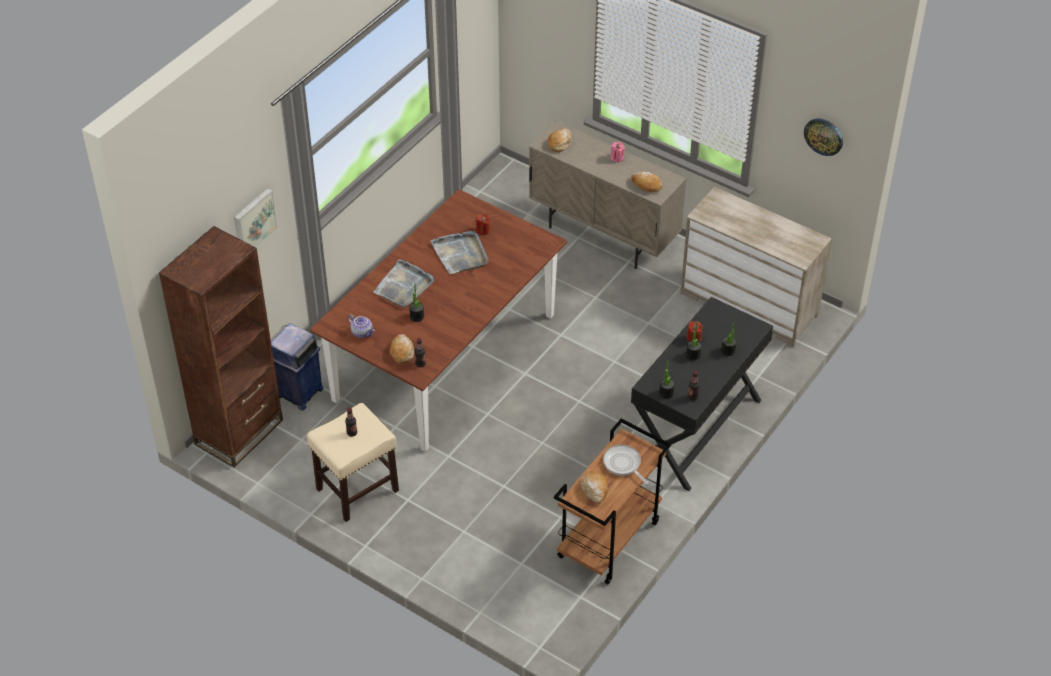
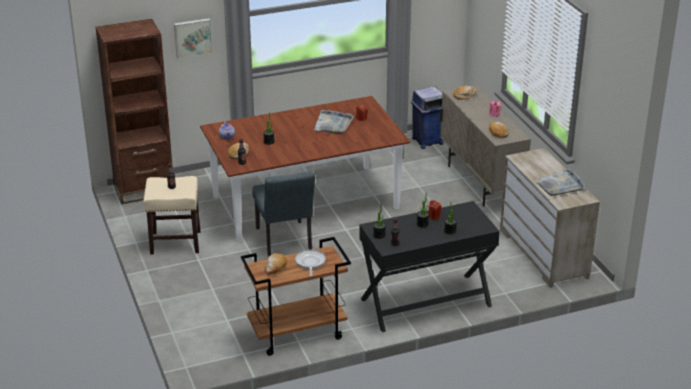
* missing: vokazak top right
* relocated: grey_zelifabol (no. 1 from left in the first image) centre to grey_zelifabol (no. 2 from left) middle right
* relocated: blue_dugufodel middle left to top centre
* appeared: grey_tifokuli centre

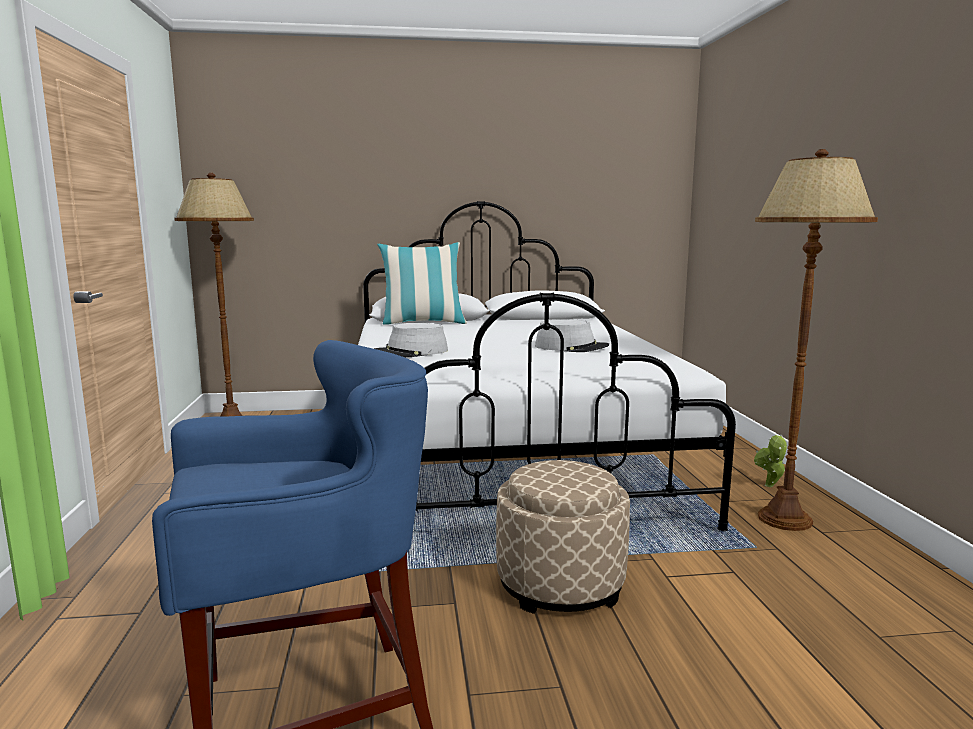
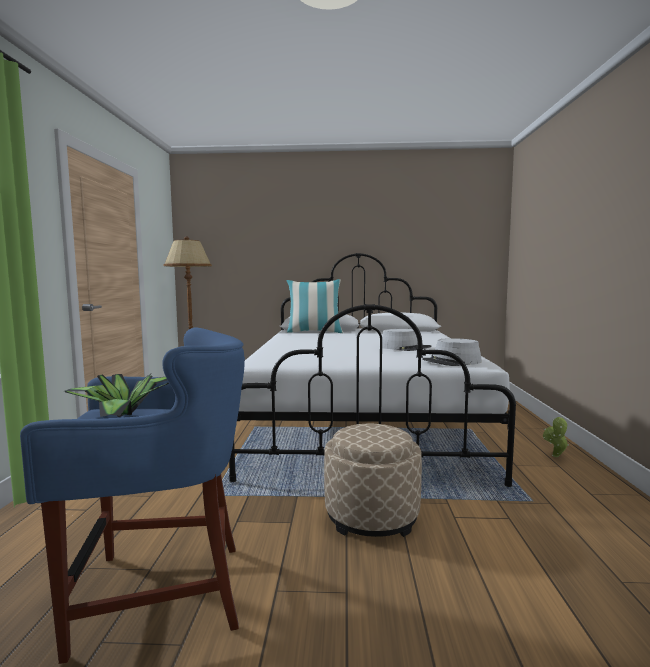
* missing: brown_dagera (no. 2 from left) middle right
* relocated: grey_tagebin (no. 1 from left in the first image) centre to grey_tagebin (no. 2 from left) middle right
* appeared: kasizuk (no. 1 from left) middle left

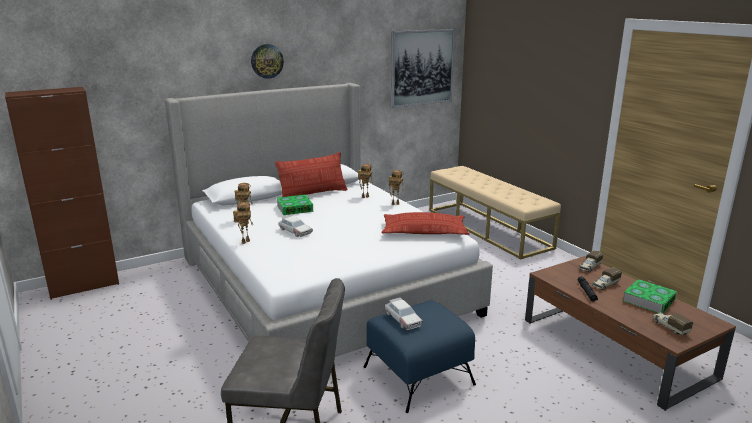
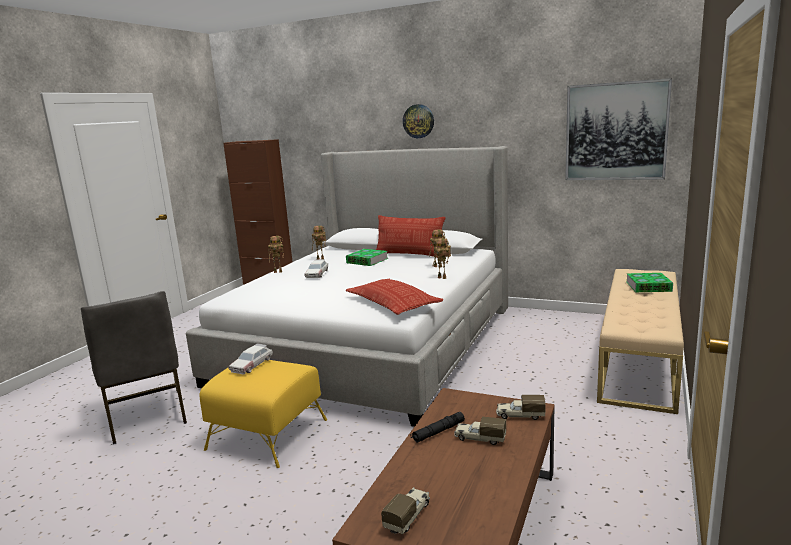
* relocated: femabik (no. 2 from left) bottom right to middle right
* colour: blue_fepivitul bottom centre to yellow_fepivitul bottom left

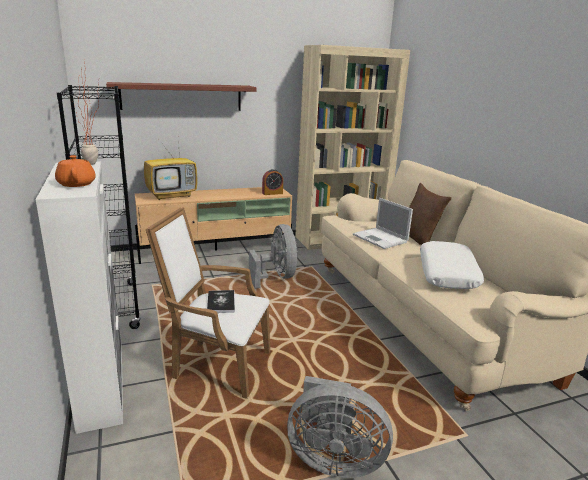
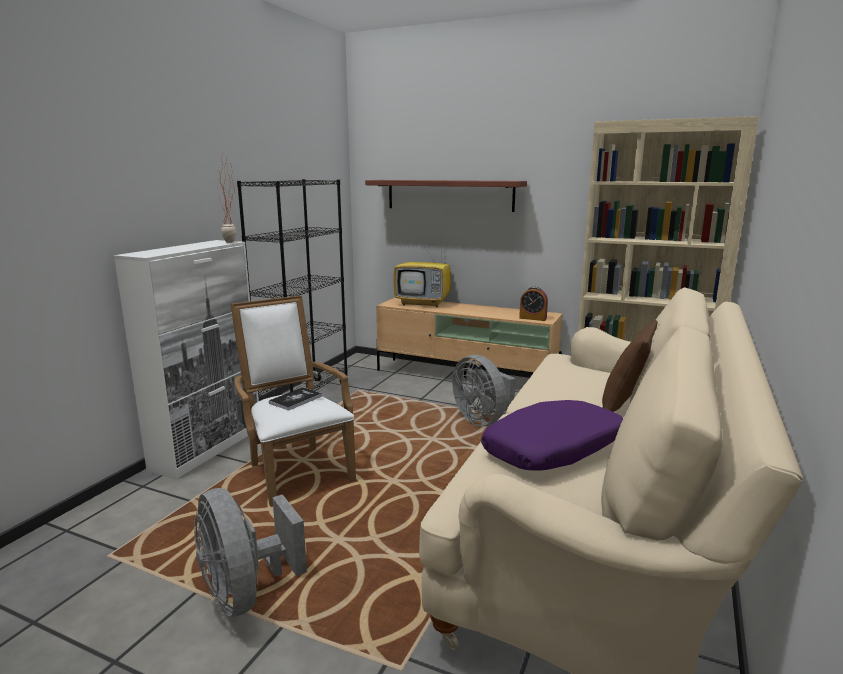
* missing: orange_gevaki middle left
* missing: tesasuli centre
* spun: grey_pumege (no. 1 from left in the first image) centre = centre 120 degrees clockwise
* colour: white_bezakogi middle right to purple_bezakogi centre

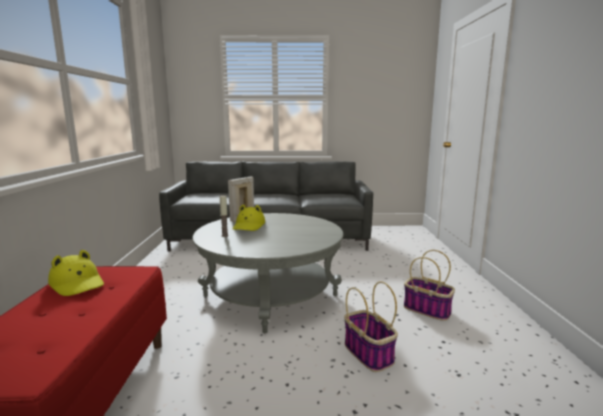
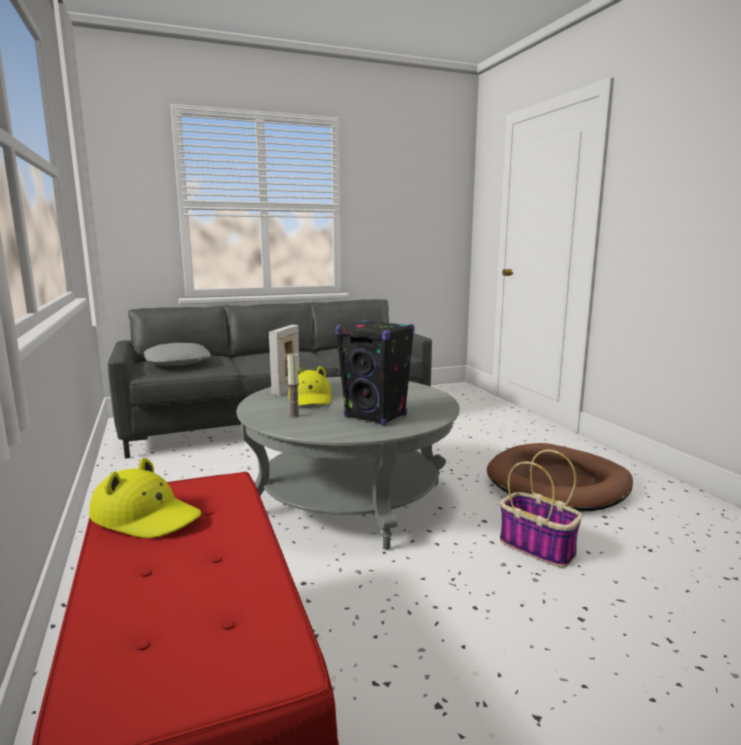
* exchanged: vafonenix (no. 2 from left) bottom right to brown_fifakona middle right
* appeared: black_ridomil centre
* appeared: grey_bezakogi middle left

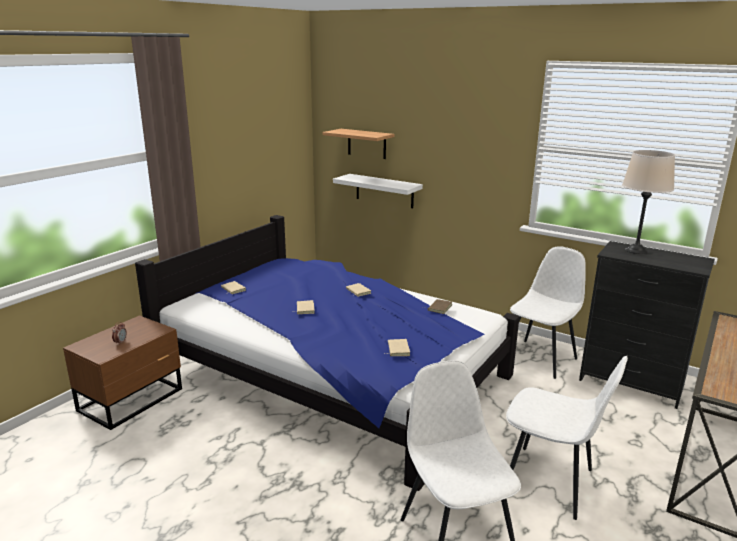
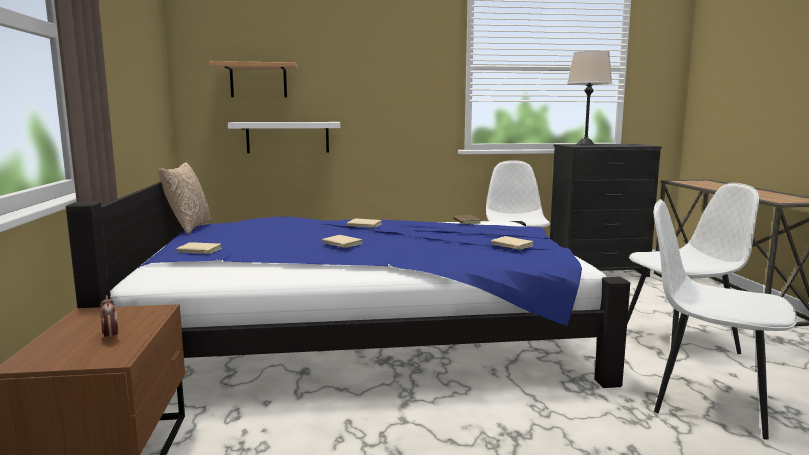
* appeared: bezakogi middle left

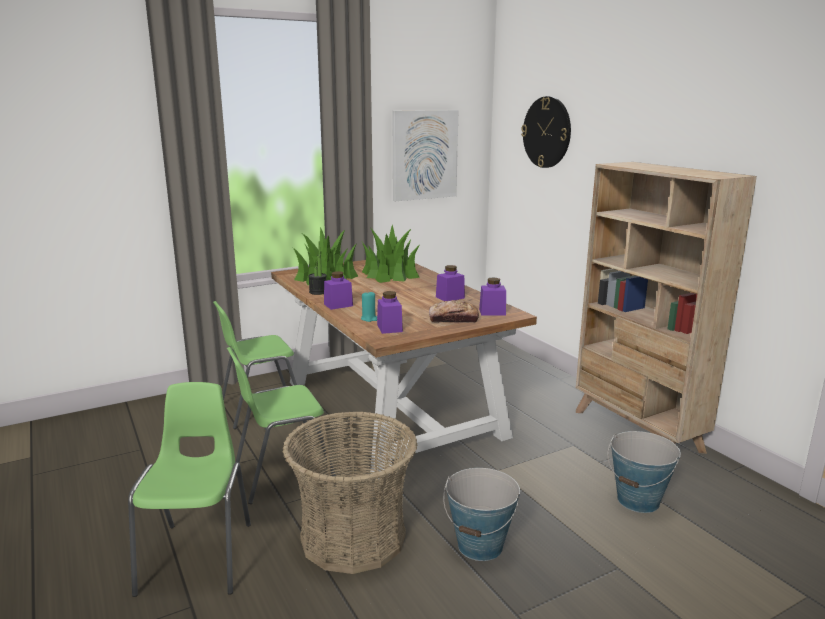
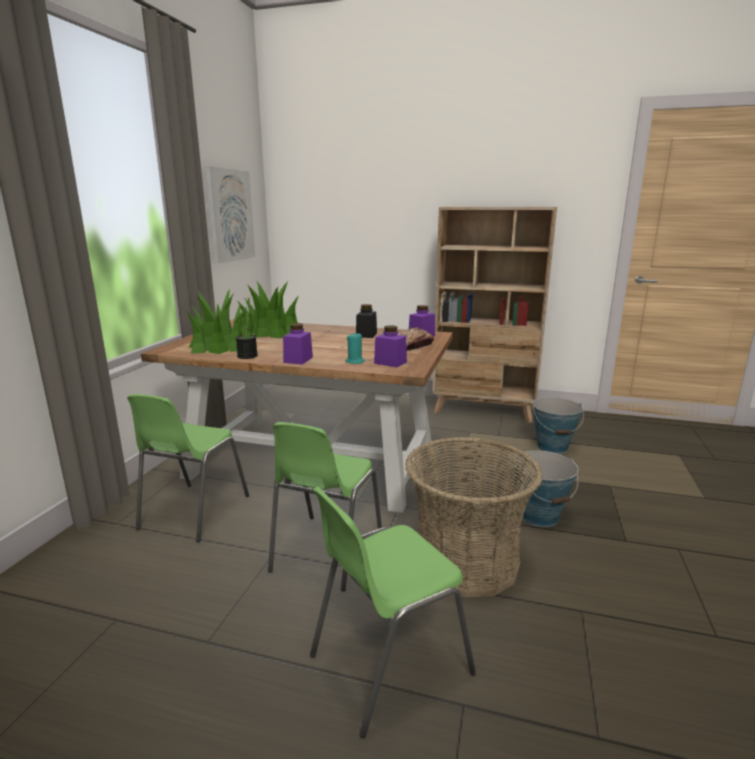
* missing: vokazak top centre
* colour: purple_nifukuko (no. 3 from left) centre to black_nifukuko centre
* spun: green_tifokuli (no. 1 from left in the first image) bottom left = bottom centre 75 degrees counterclockwise

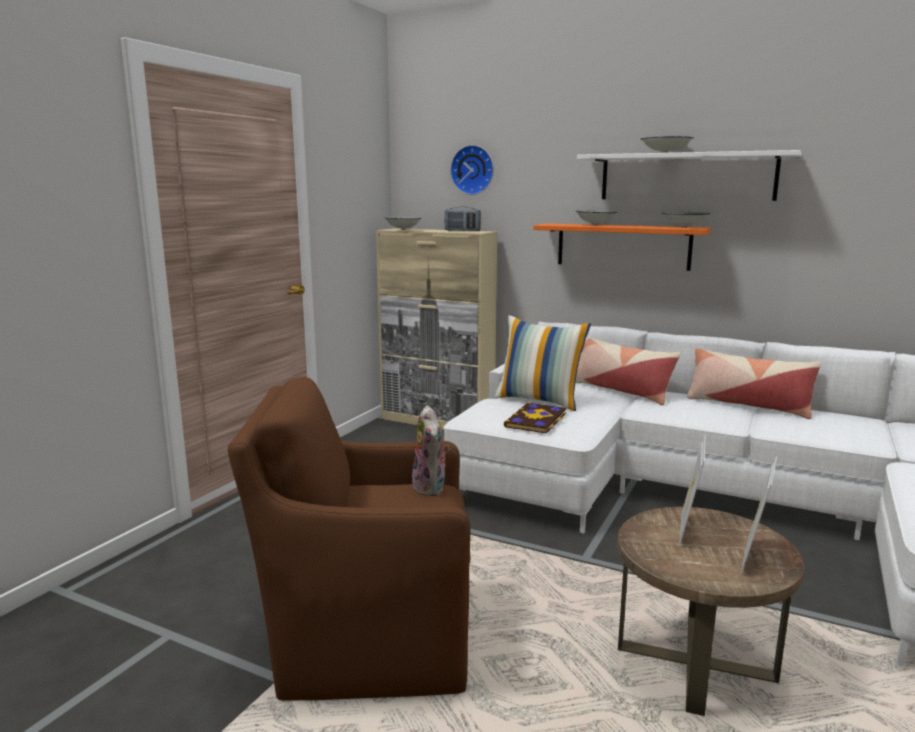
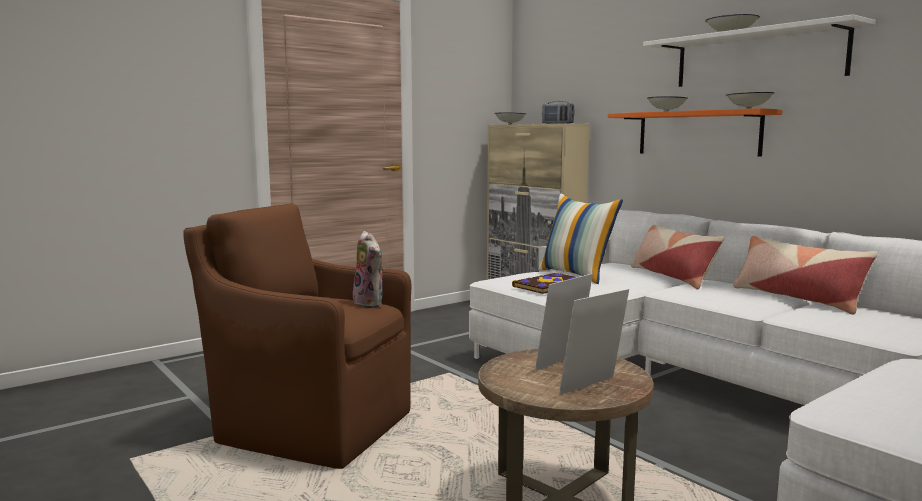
* missing: vokazak top centre
* spun: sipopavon centre = centre 45 degrees counterclockwise

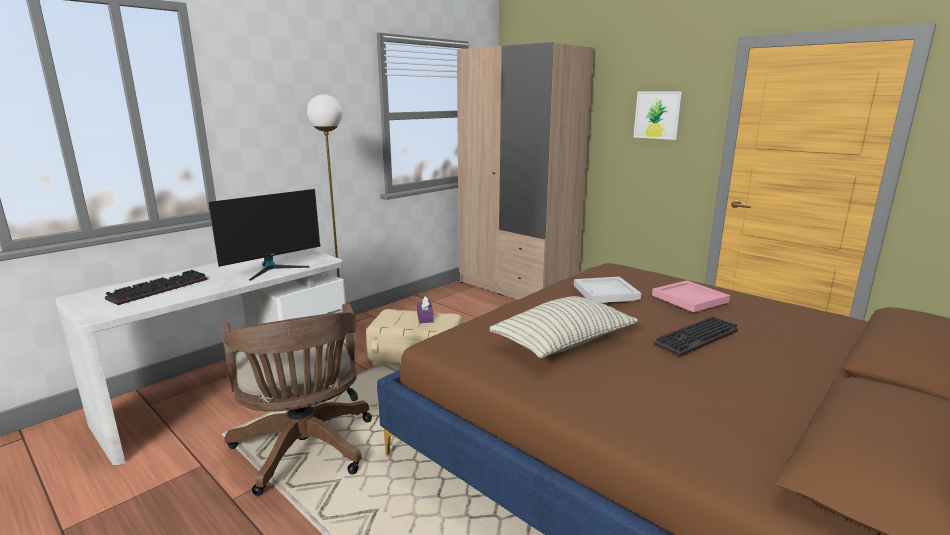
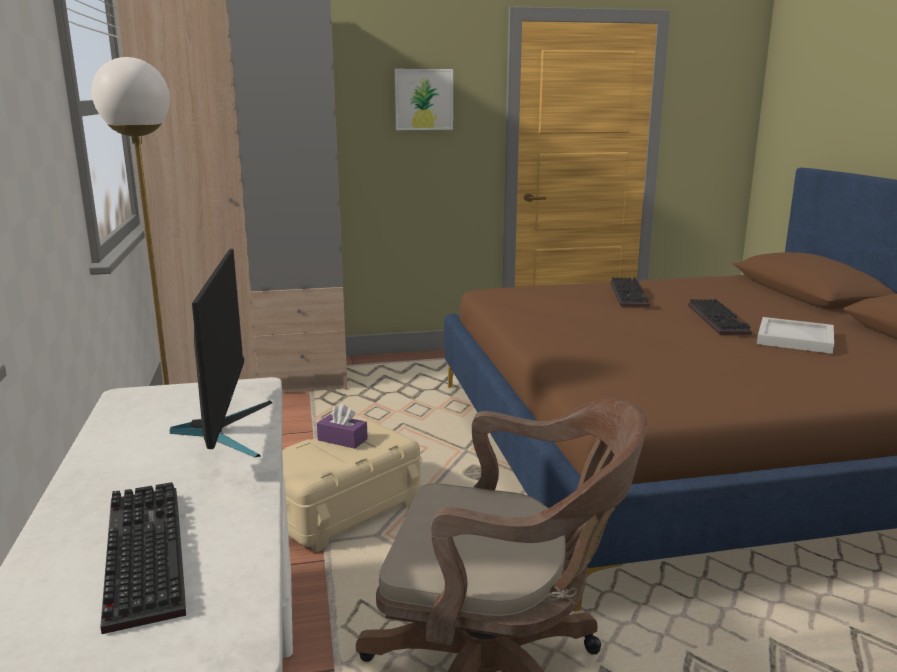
* relocated: white_zelifabol centre to middle right
* exchanged: pink_zelifabol middle right to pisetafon (no. 2 from left) middle right
* missing: bezakogi centre

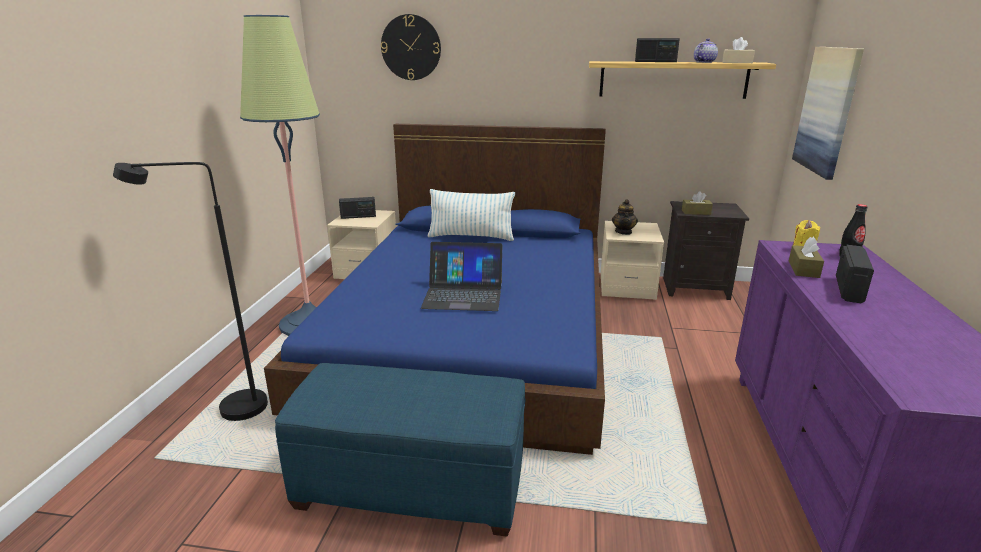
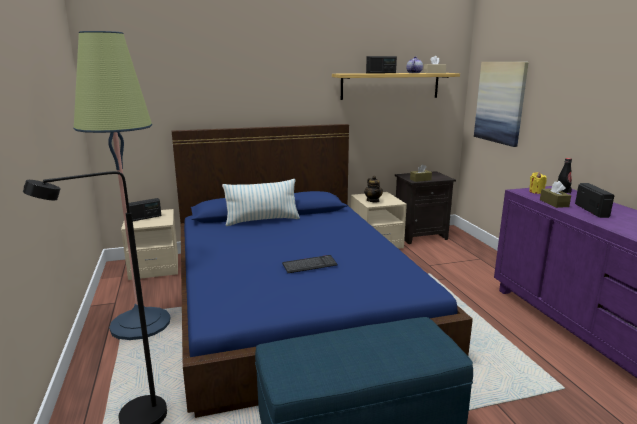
* missing: vokazak top centre
* exchanged: tesasuli centre to pisetafon centre

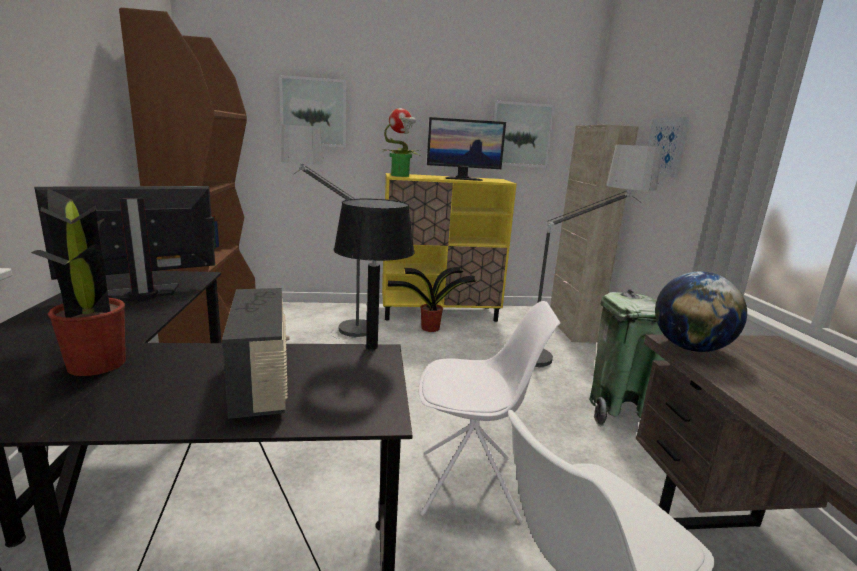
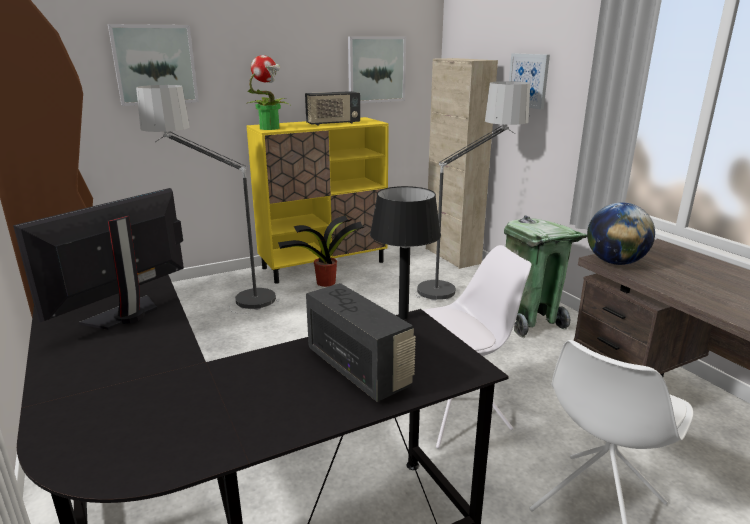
* exchanged: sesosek (no. 2 from left) top centre to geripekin (no. 1 from left) top centre
* missing: kasizuk (no. 1 from left) middle left

